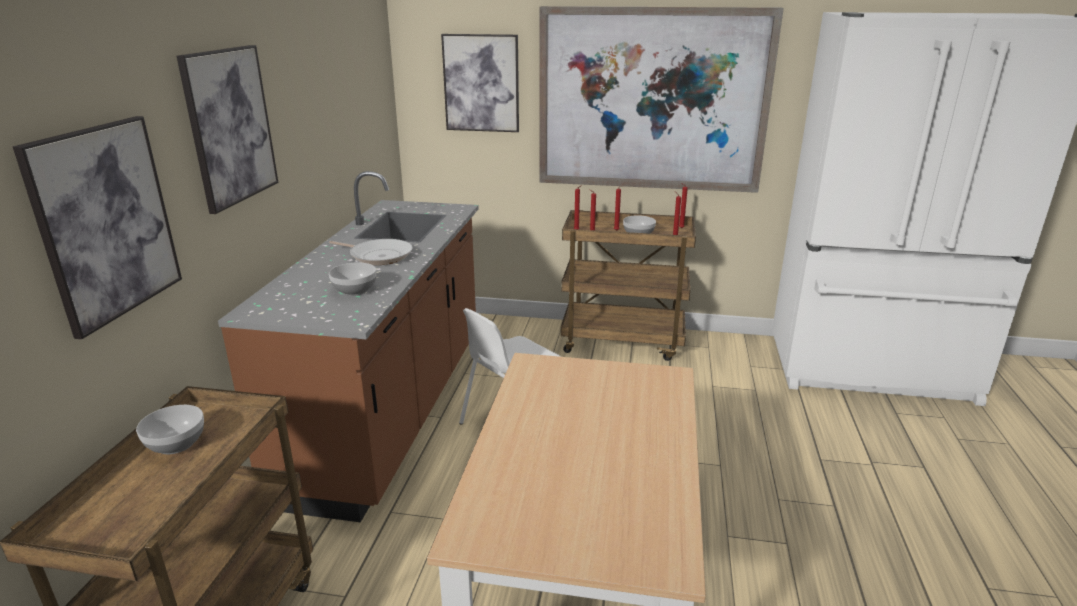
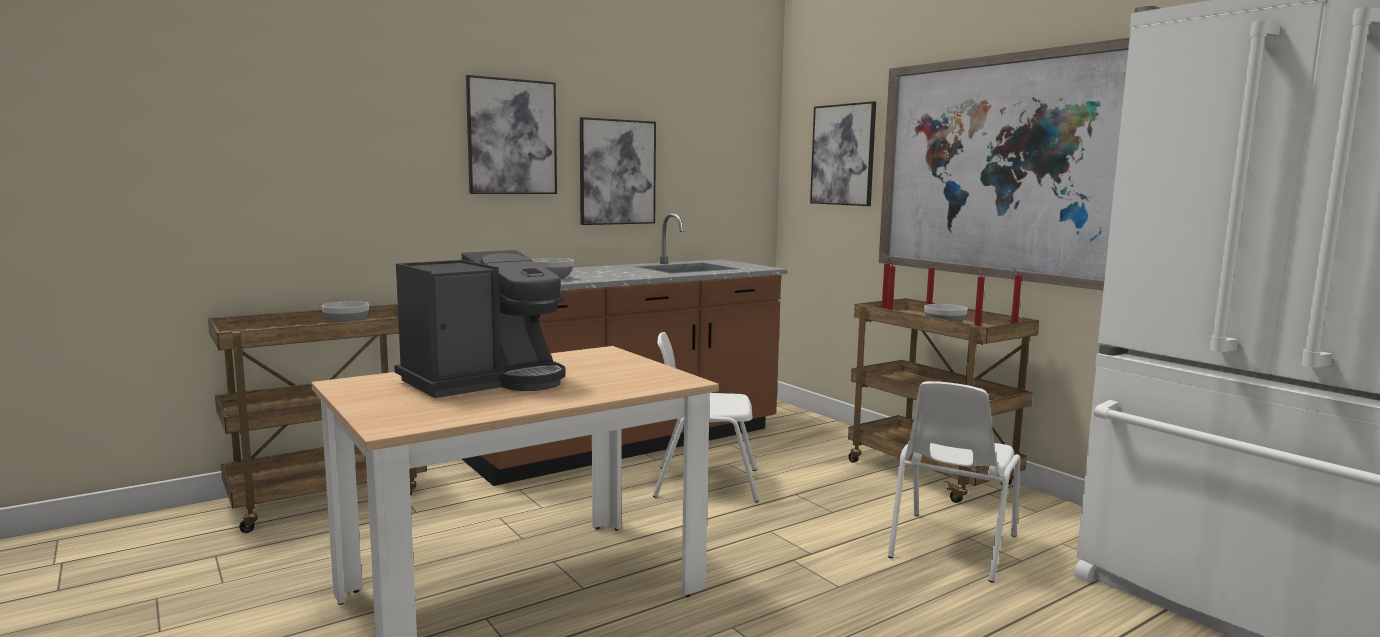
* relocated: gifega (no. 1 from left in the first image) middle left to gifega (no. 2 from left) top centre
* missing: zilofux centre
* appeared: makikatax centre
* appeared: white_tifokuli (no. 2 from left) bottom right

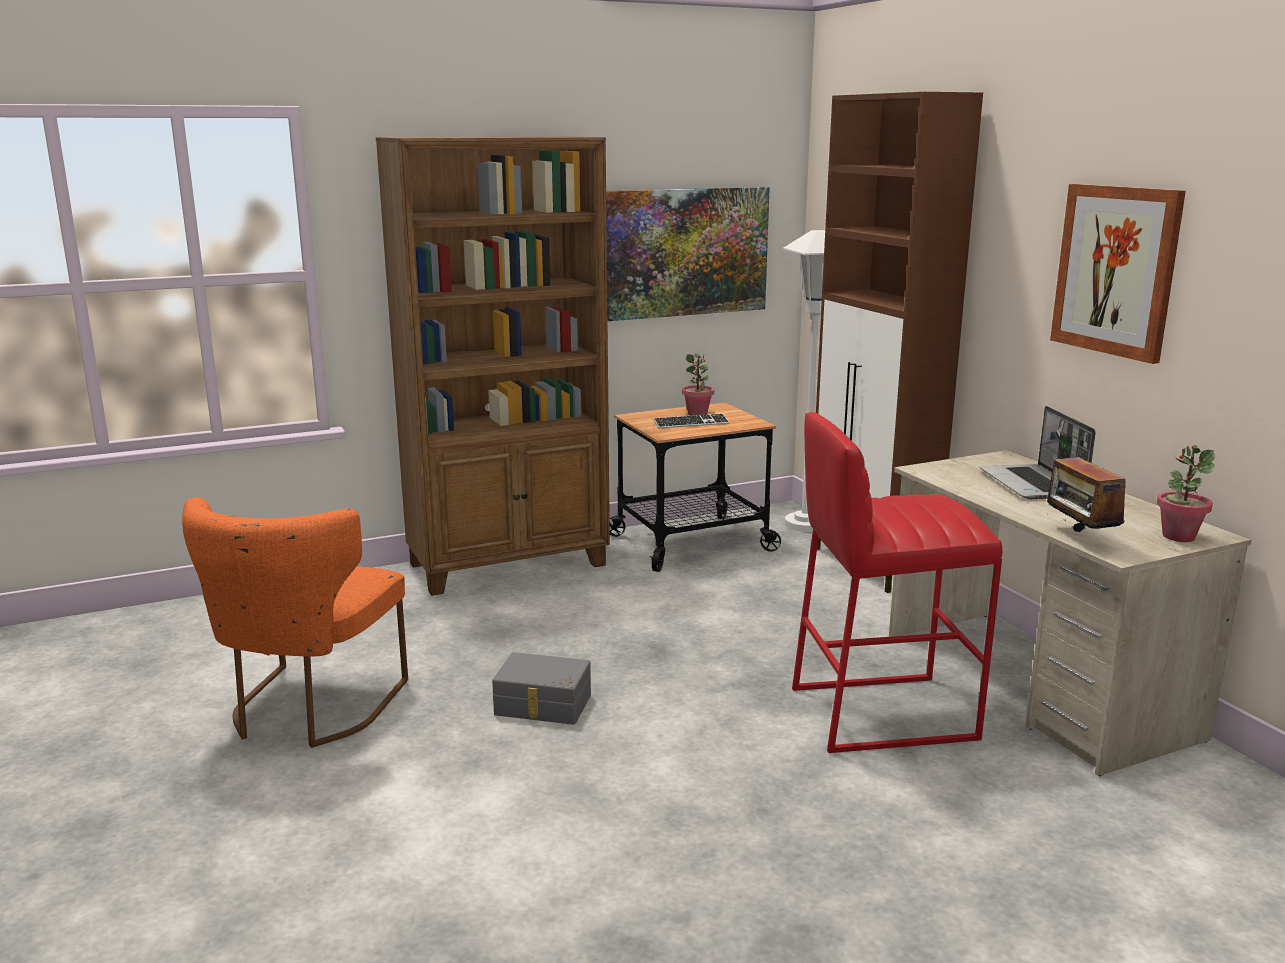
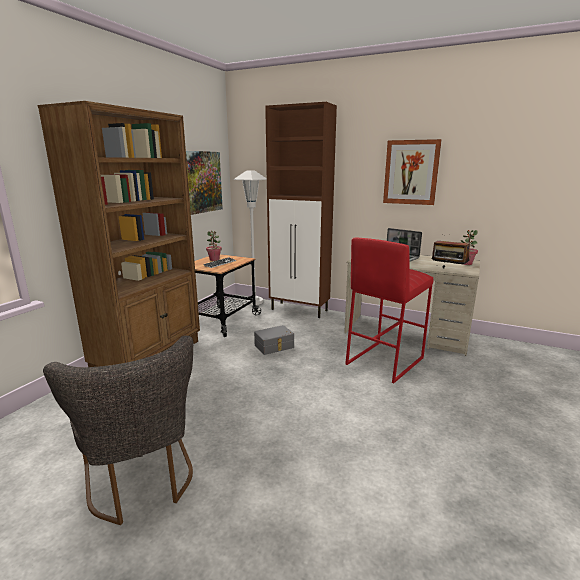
* colour: orange_tifokuli middle left to grey_tifokuli bottom left
* relocated: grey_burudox bottom centre to centre

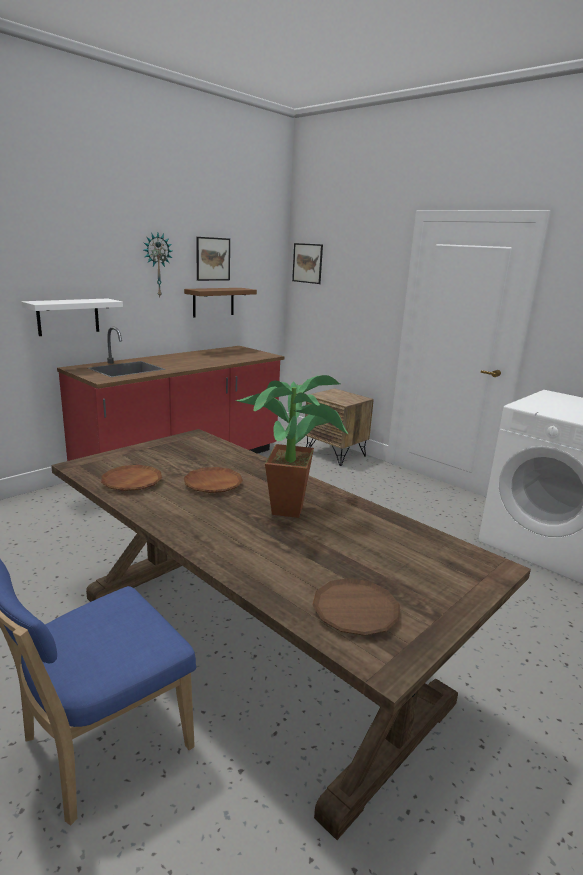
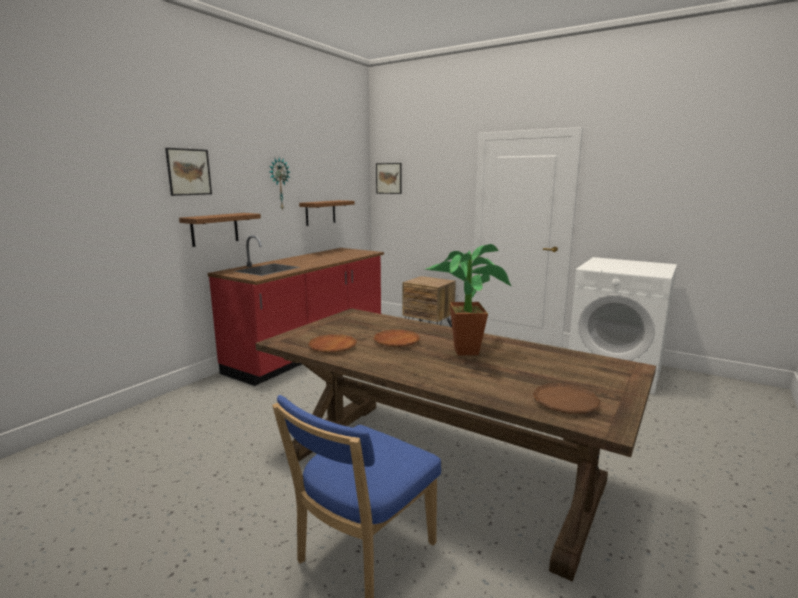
* relocated: gifega (no. 1 from left) top centre to top left
* colour: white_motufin middle left to brown_motufin (no. 1 from left) middle left

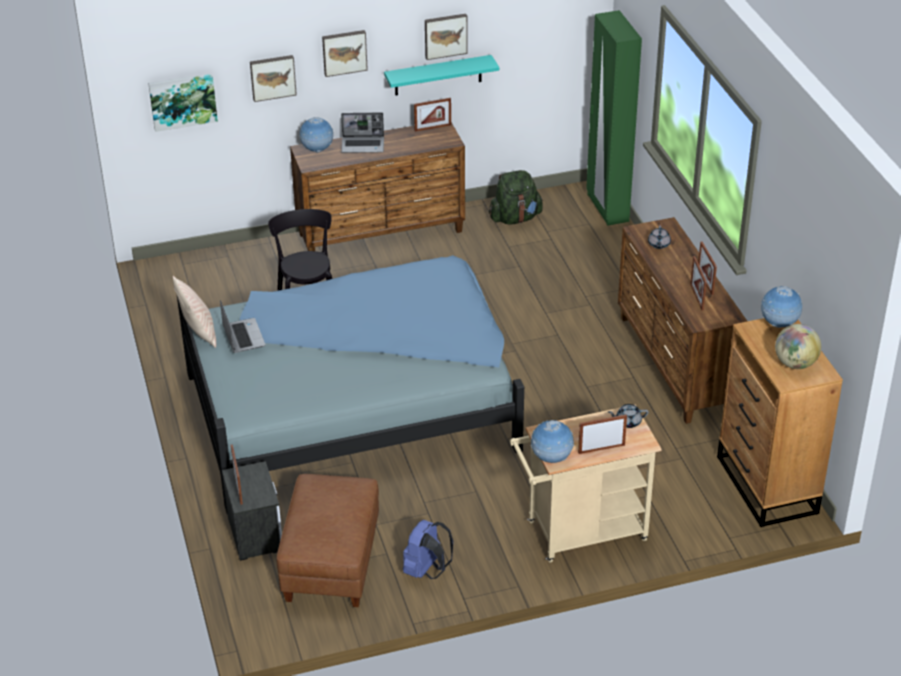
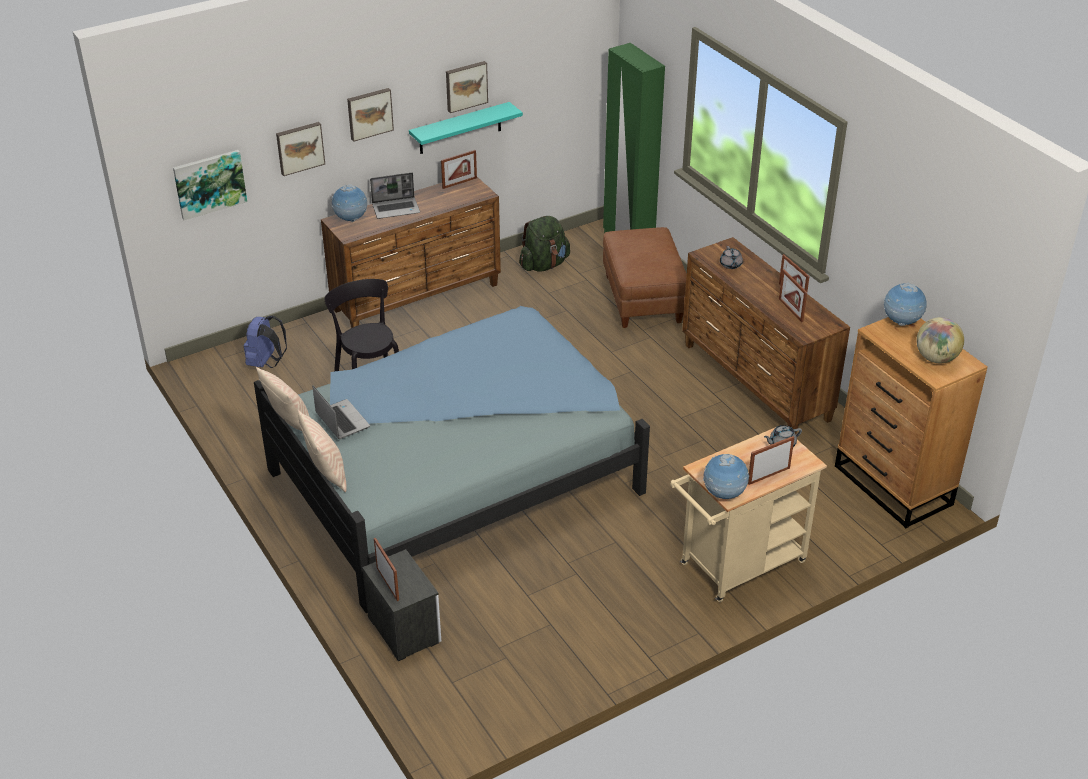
* relocated: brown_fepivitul bottom centre to centre
* relocated: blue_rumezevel bottom centre to middle left
* appeared: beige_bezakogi (no. 2 from left) middle left

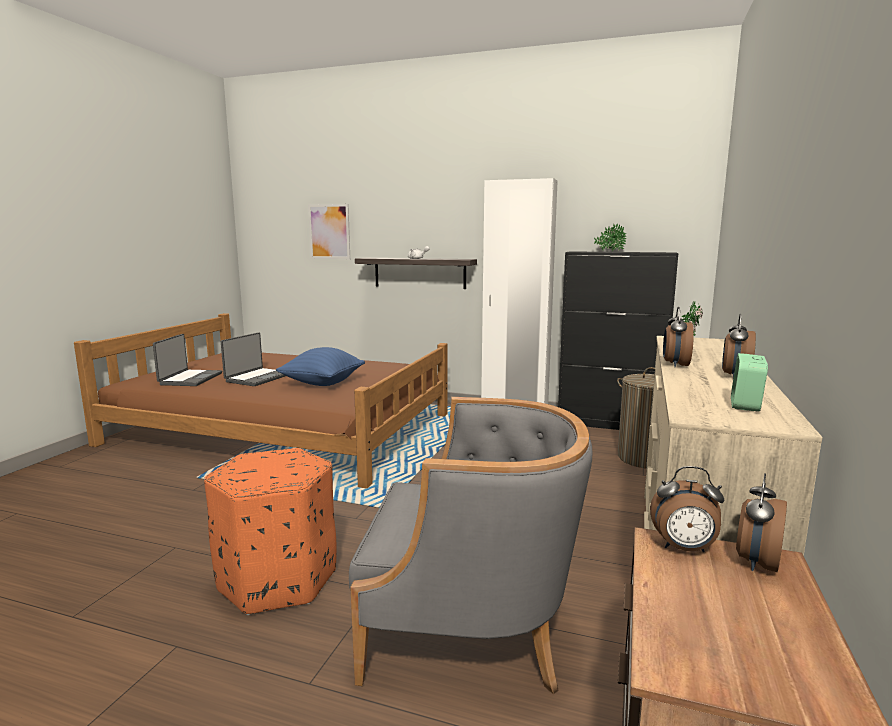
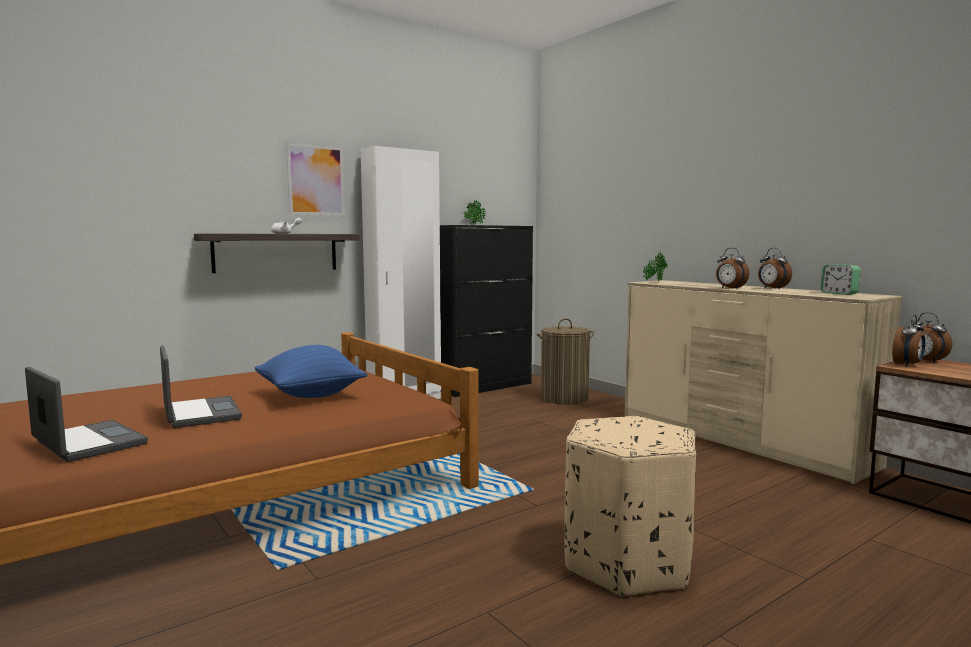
* relocated: gifega top centre to top left
* missing: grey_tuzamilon bottom centre
* colour: orange_fepivitul bottom left to beige_fepivitul bottom centre

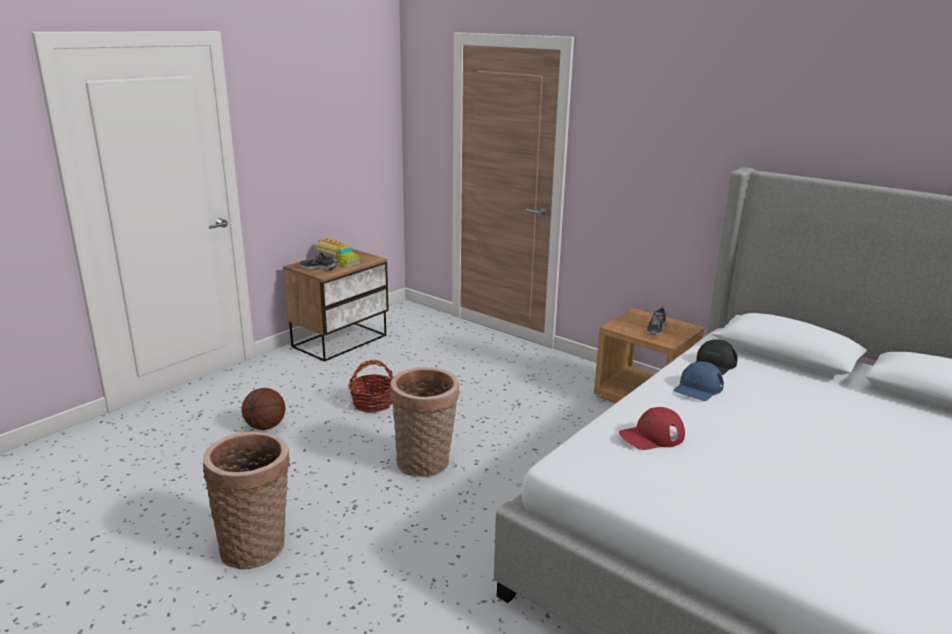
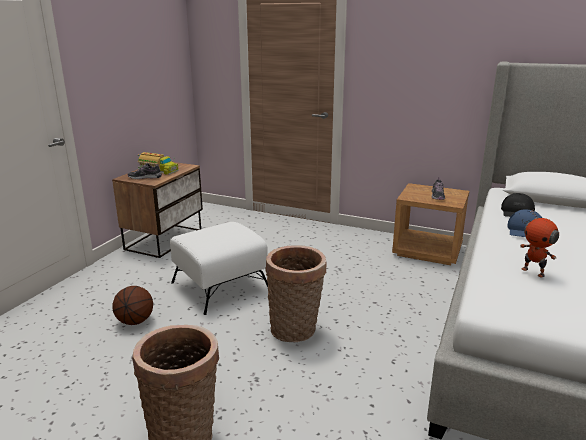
* exchanged: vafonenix (no. 2 from left) centre to white_fepivitul centre
* exchanged: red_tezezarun bottom right to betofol middle right

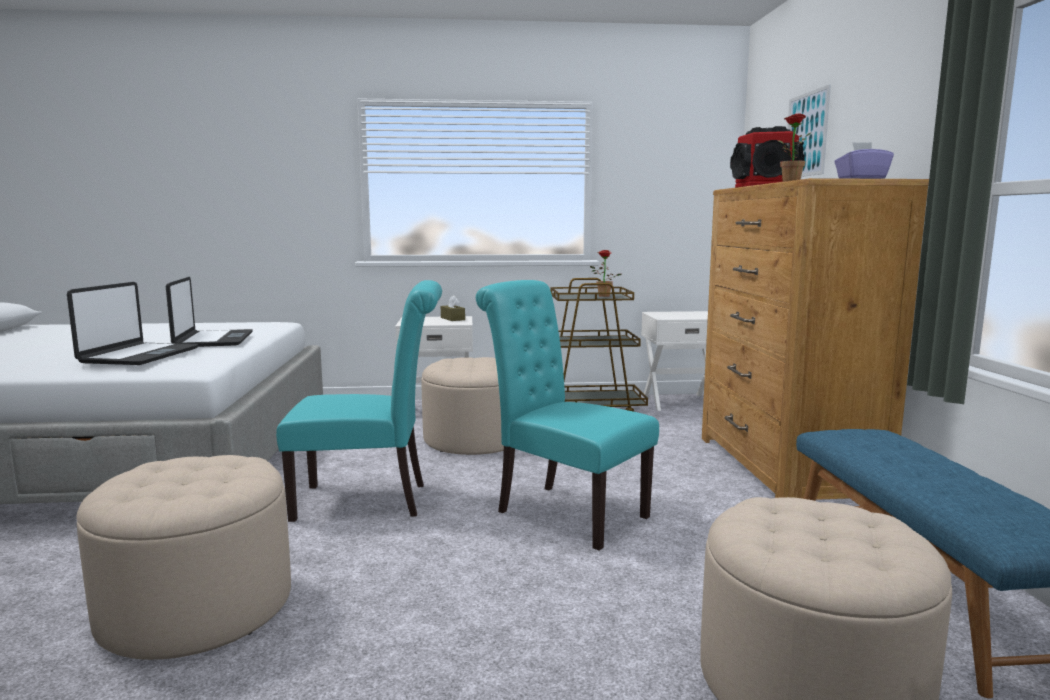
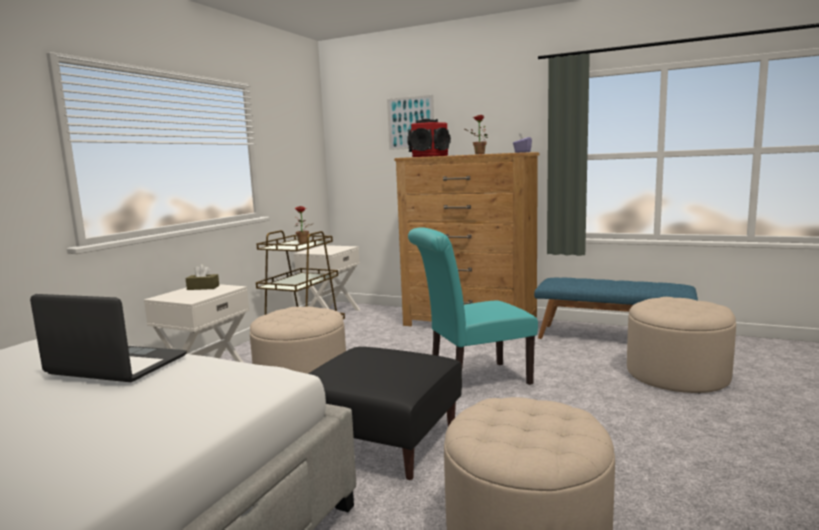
* exchanged: turquoise_tifokuli (no. 1 from left) centre to black_fepivitul bottom centre
* missing: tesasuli (no. 1 from left) middle left

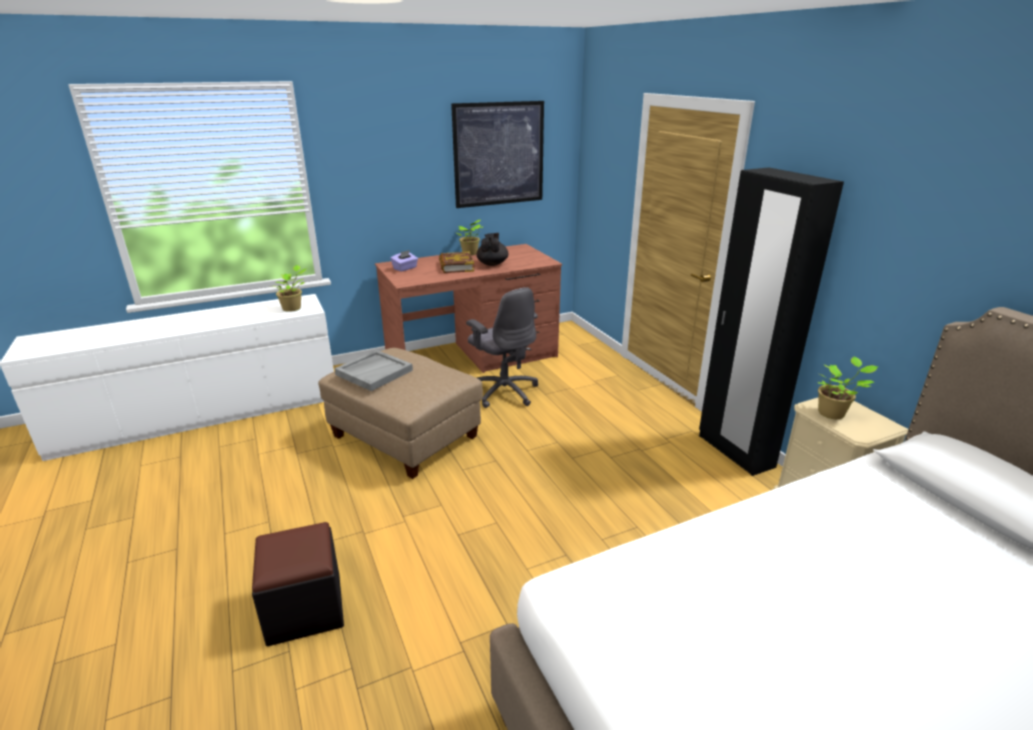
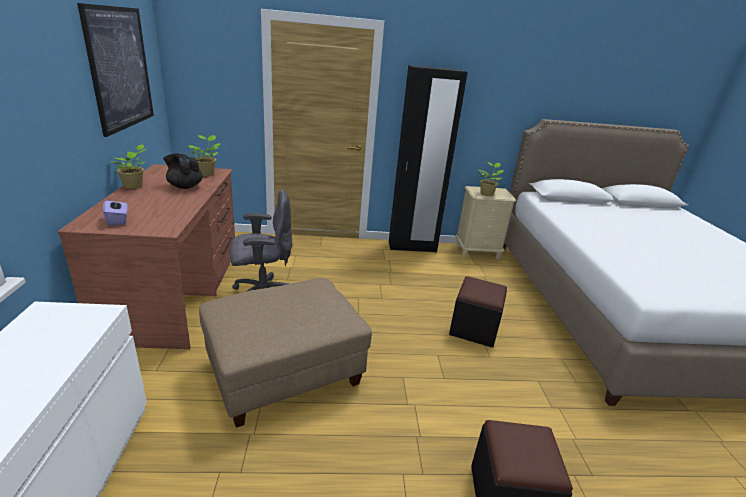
* missing: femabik centre
* relocated: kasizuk (no. 1 from left in the first image) middle left to kasizuk (no. 2 from left) top left
* missing: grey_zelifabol centre
* appeared: black_fepivitul (no. 1 from left) centre

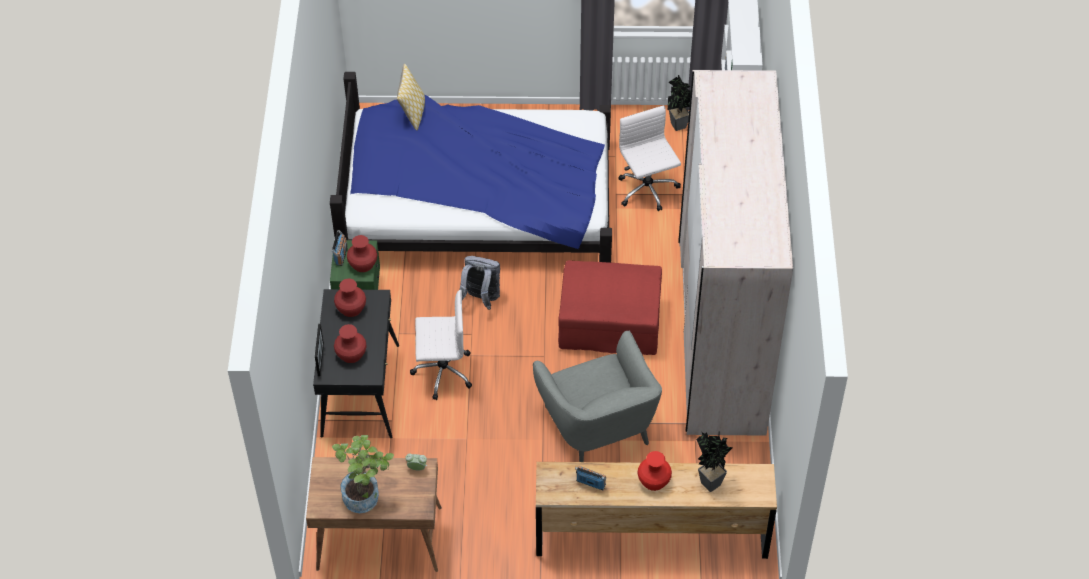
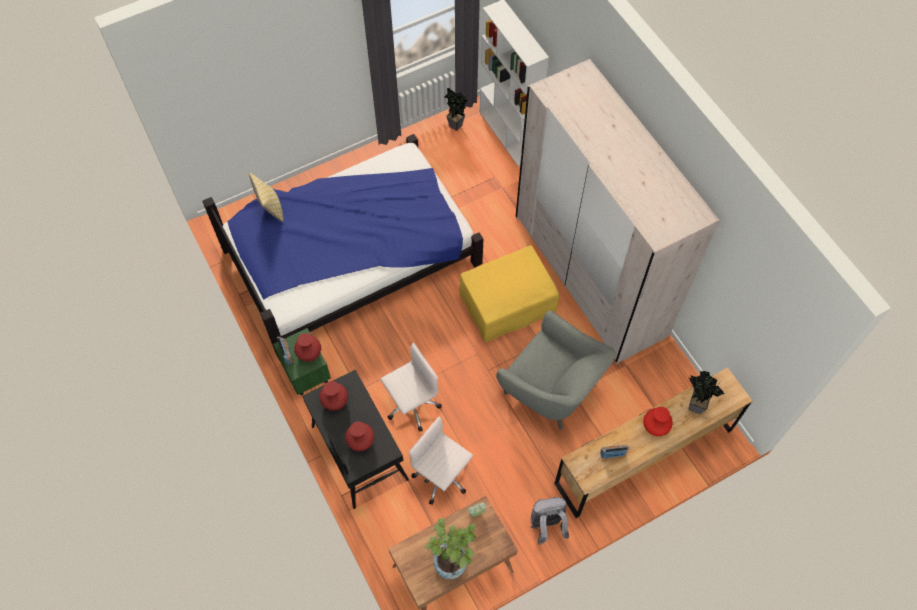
* relocated: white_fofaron (no. 2 from left) top centre to bottom centre
* relocated: grey_rumezevel centre to bottom centre
* colour: red_fepivitul centre to yellow_fepivitul centre

